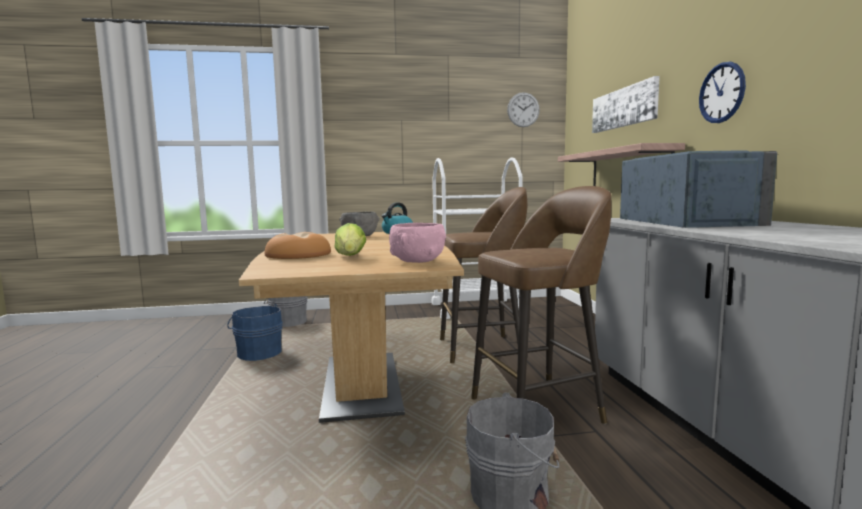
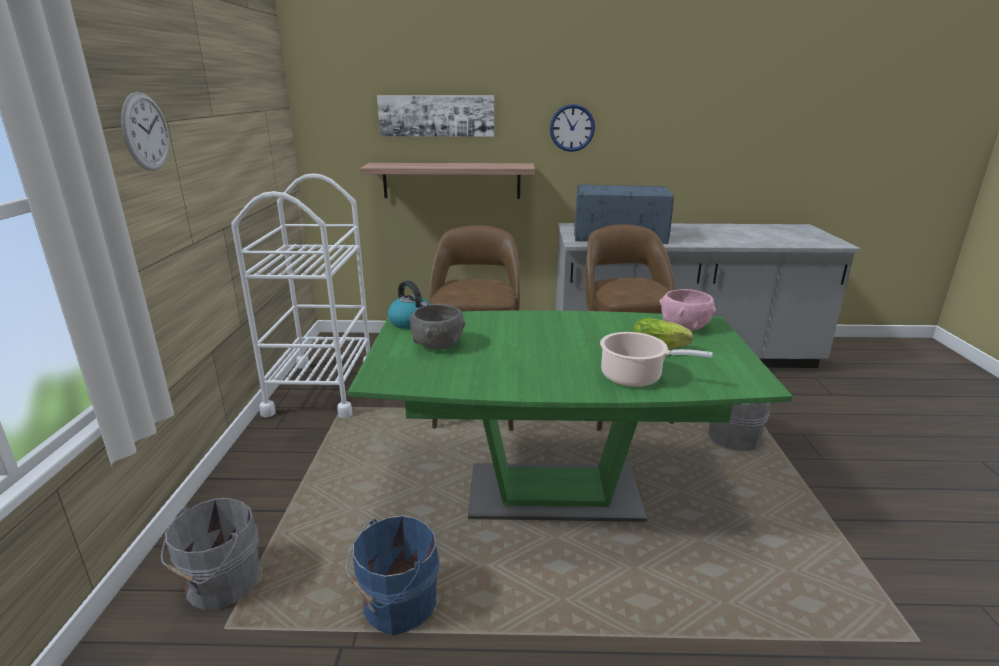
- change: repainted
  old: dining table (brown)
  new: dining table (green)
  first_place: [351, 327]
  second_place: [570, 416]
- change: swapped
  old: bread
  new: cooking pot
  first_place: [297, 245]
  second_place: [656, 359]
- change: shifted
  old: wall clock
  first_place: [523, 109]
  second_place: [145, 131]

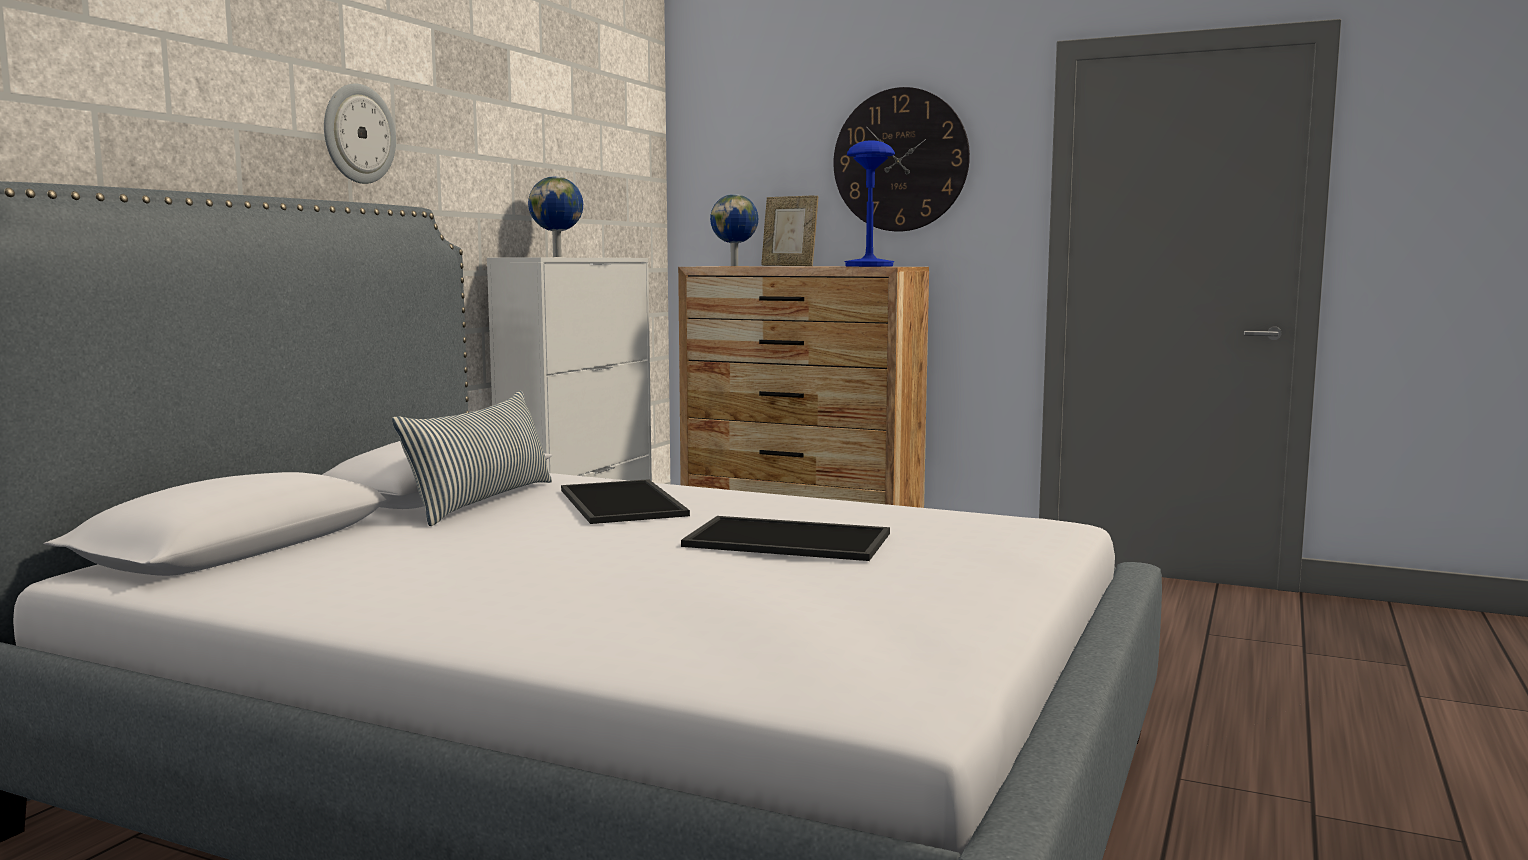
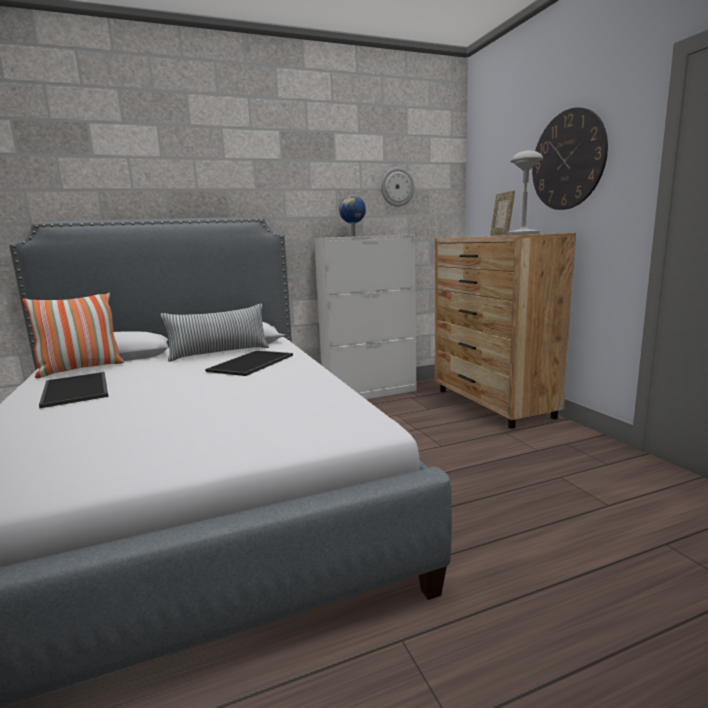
- change: shifted
  old: wall clock
  first_place: [360, 134]
  second_place: [398, 187]
- change: shifted
  old: tray
  first_place: [785, 538]
  second_place: [73, 390]
- change: gone
  old: globe
  first_place: [734, 230]
- change: repainted
  old: table lamp (blue)
  new: table lamp (grey)
  first_place: [870, 203]
  second_place: [525, 192]
- change: new
  new: pillow
  second_place: [73, 335]

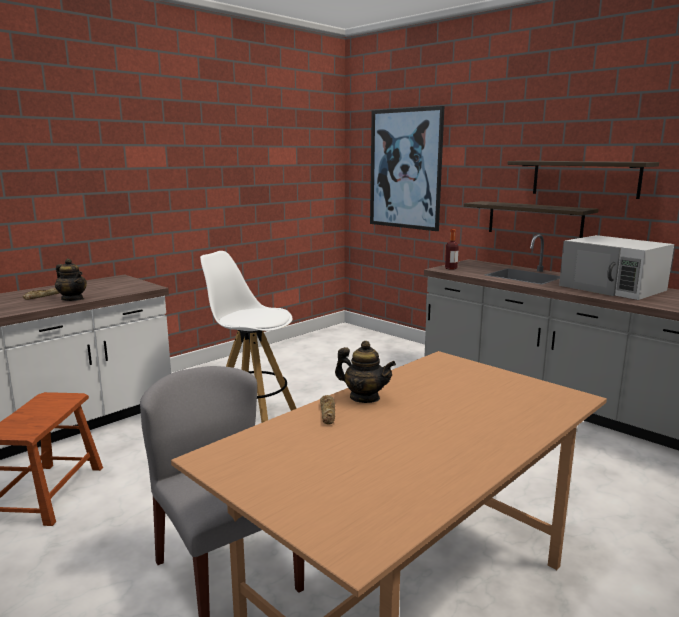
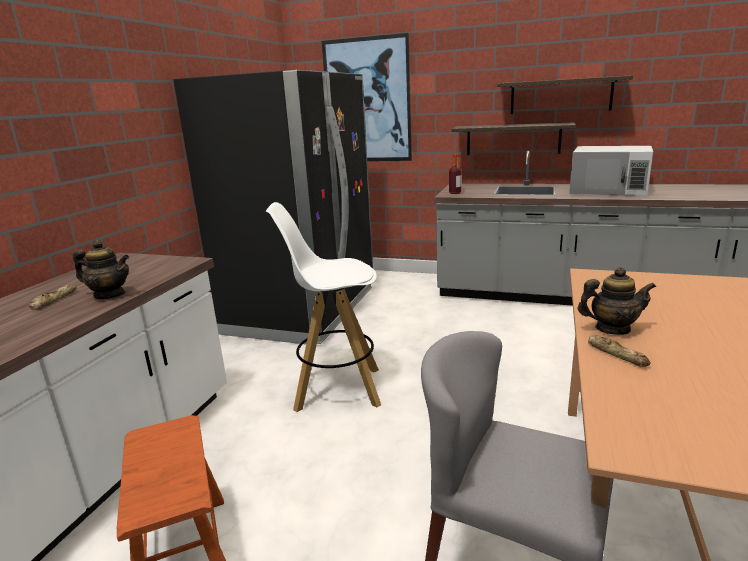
- change: new
  new: fridge (black)
  second_place: [273, 207]

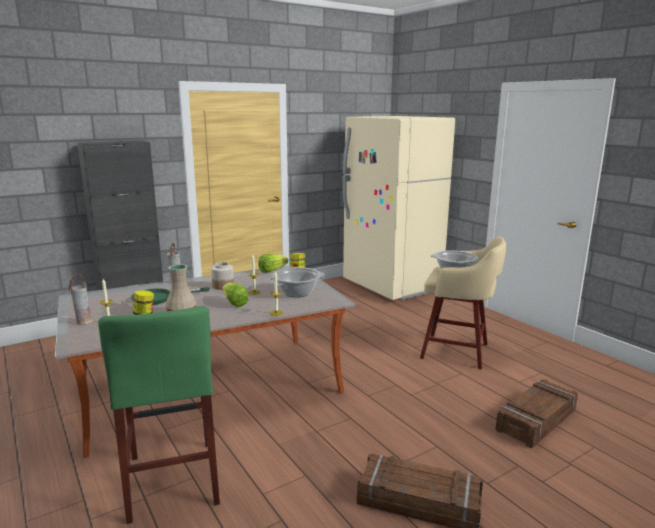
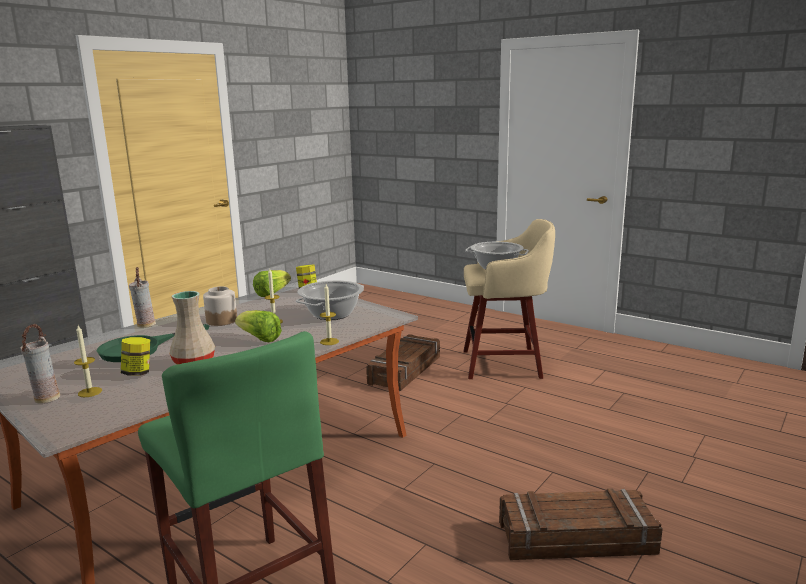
- change: gone
  old: fridge (beige)
  first_place: [399, 208]
- change: shifted
  old: crate
  first_place: [536, 413]
  second_place: [403, 362]

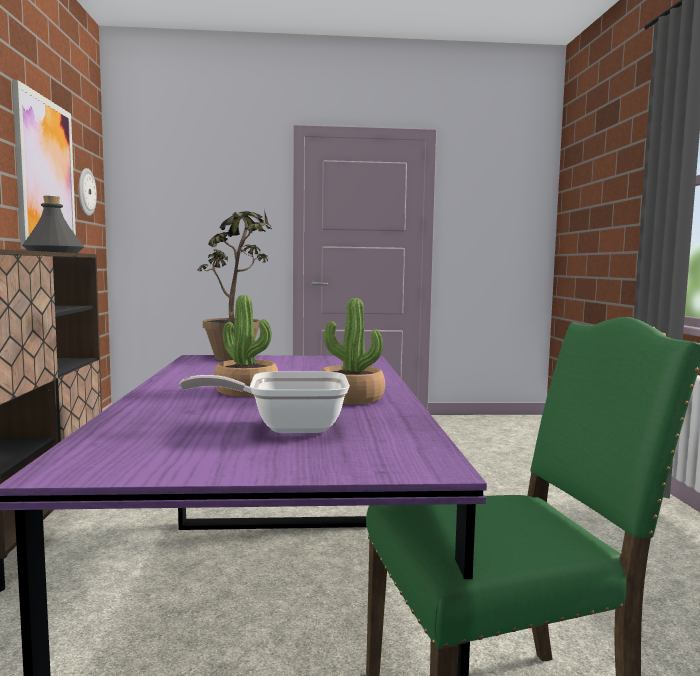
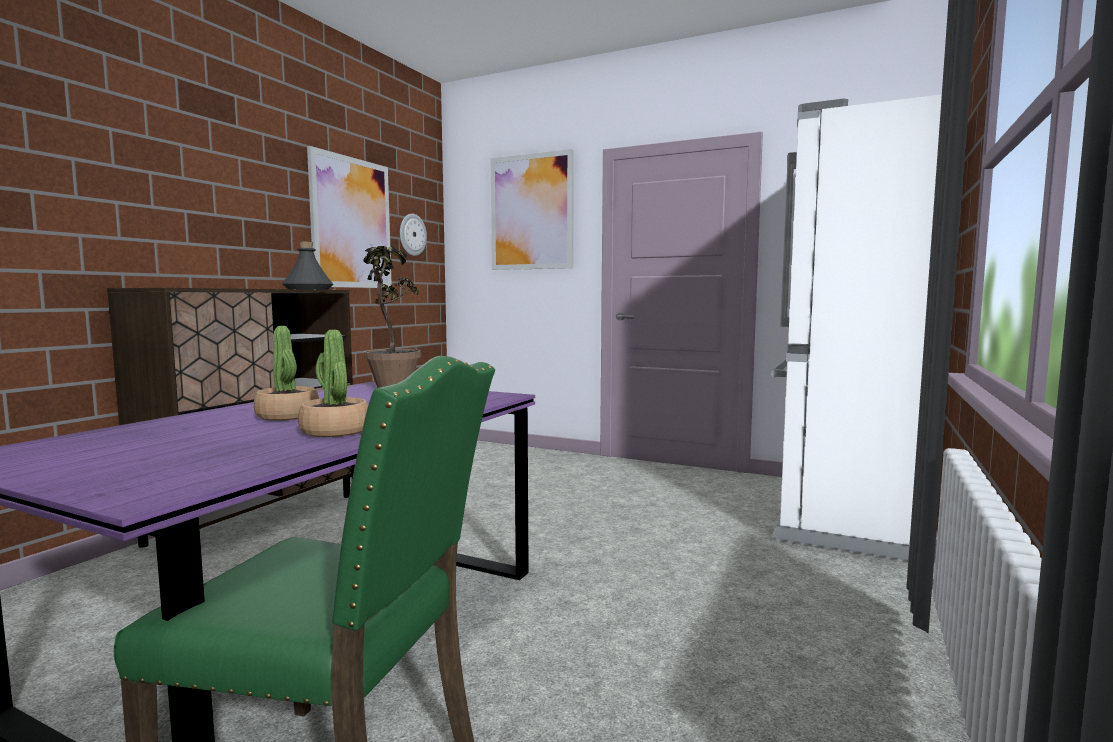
- change: gone
  old: frying pan
  first_place: [264, 402]
- change: new
  new: picture
  second_place: [532, 209]
- change: new
  new: fridge (white)
  second_place: [856, 327]

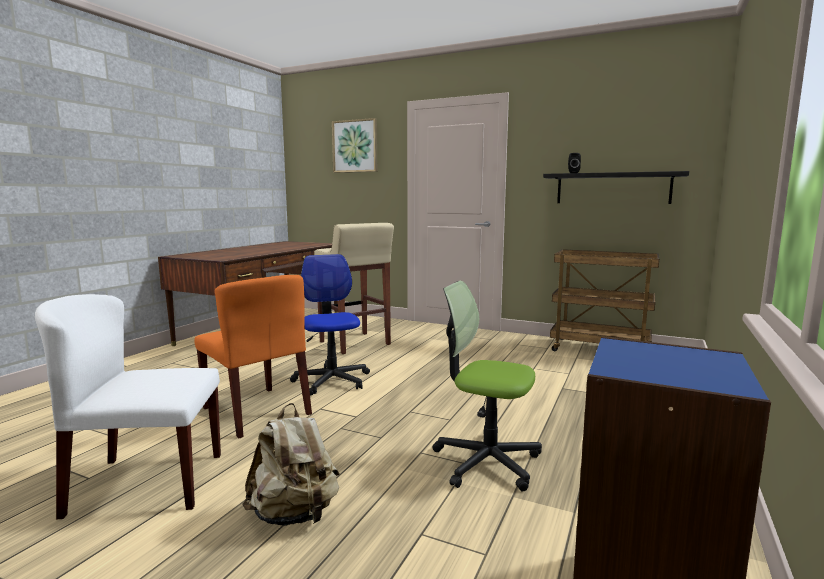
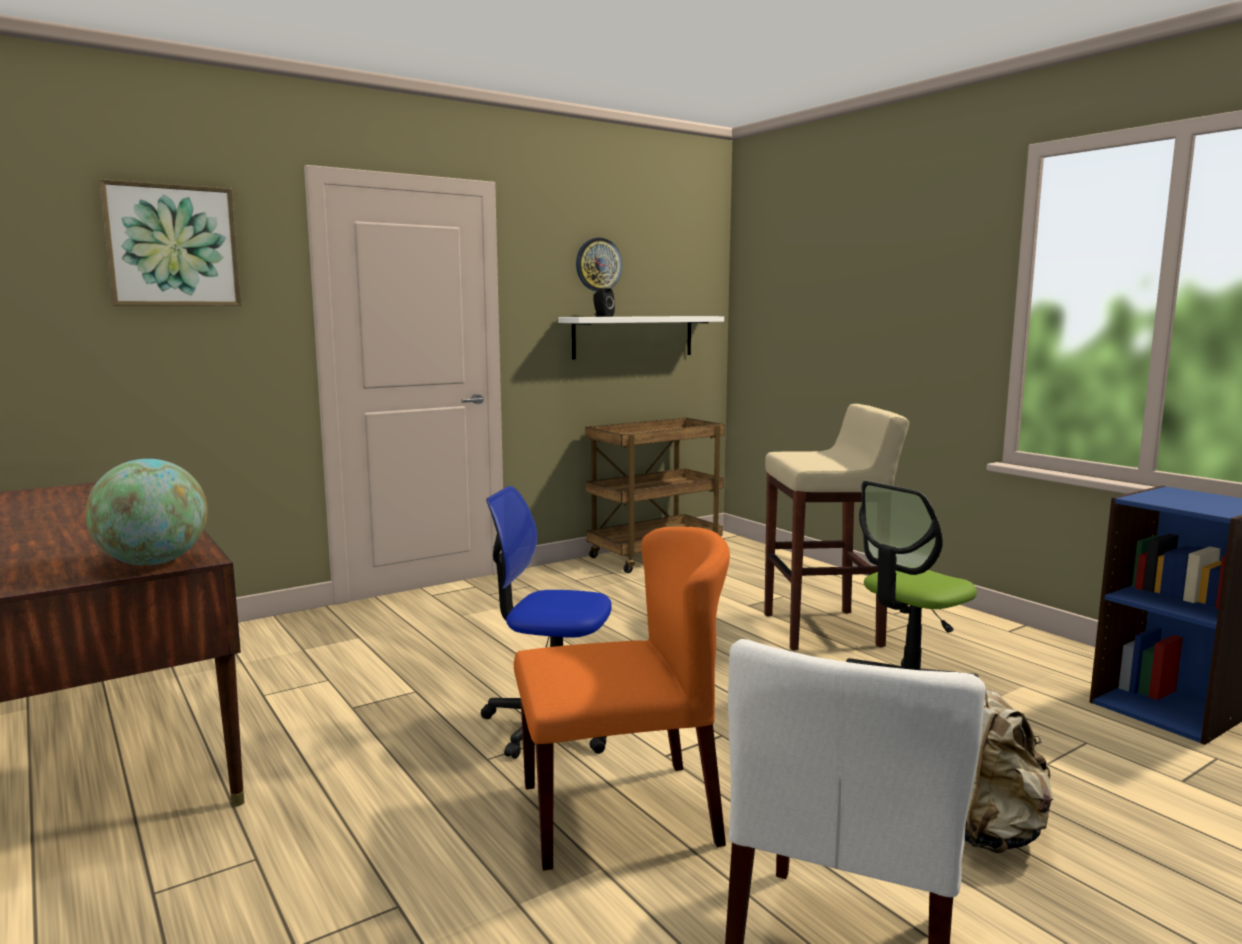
- change: shifted
  old: stool (beige)
  first_place: [354, 288]
  second_place: [836, 527]
- change: repainted
  old: shelf (black)
  new: shelf (white)
  first_place: [616, 187]
  second_place: [641, 338]
- change: new
  new: globe
  second_place: [146, 512]
- change: new
  new: wall clock
  second_place: [599, 264]

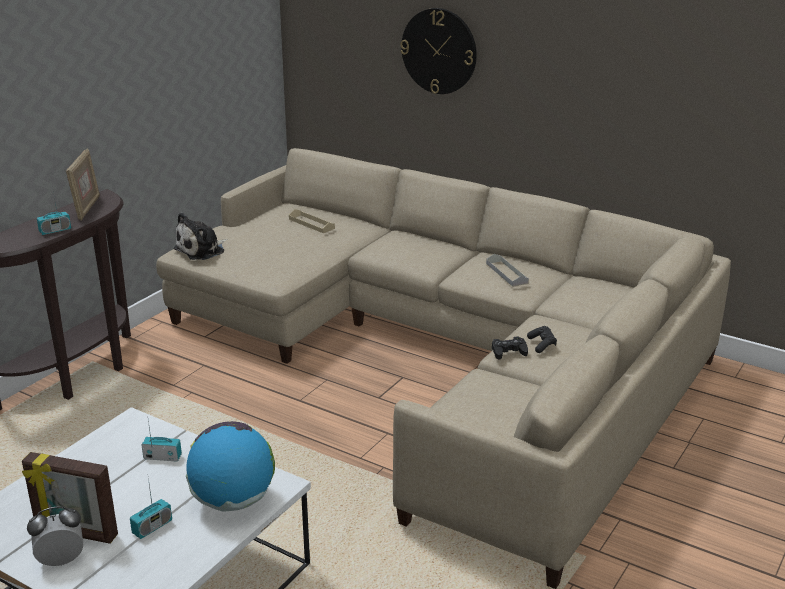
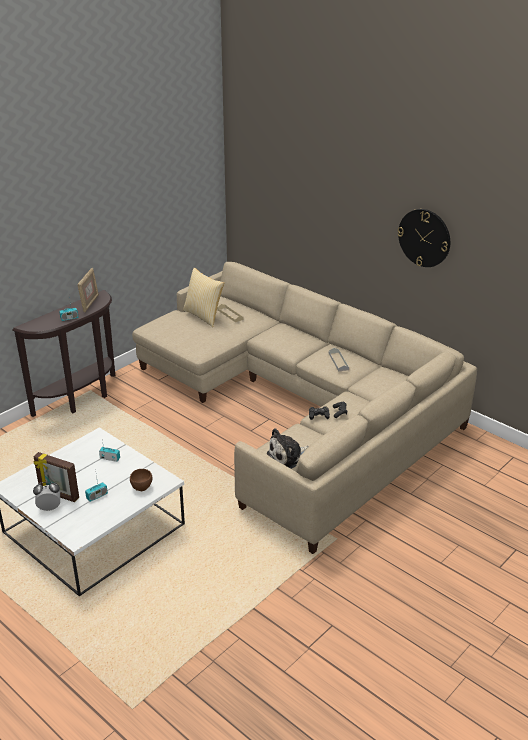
- change: shifted
  old: plush toy
  first_place: [200, 236]
  second_place: [288, 448]
- change: swapped
  old: globe
  new: bowl (brown)
  first_place: [230, 466]
  second_place: [141, 480]
- change: shifted
  old: wall clock
  first_place: [438, 51]
  second_place: [424, 238]
- change: new
  new: pillow
  second_place: [203, 297]

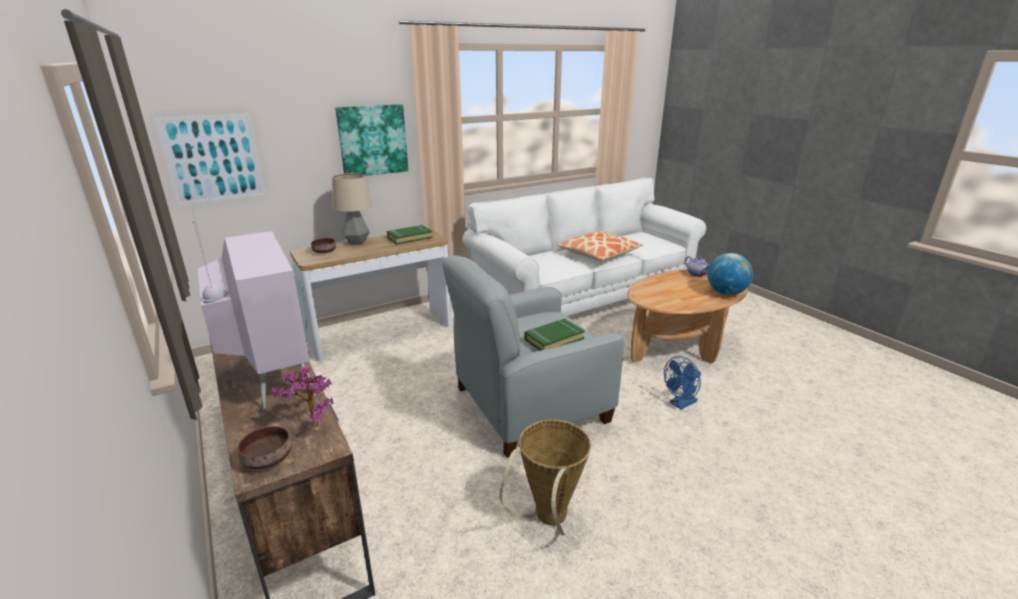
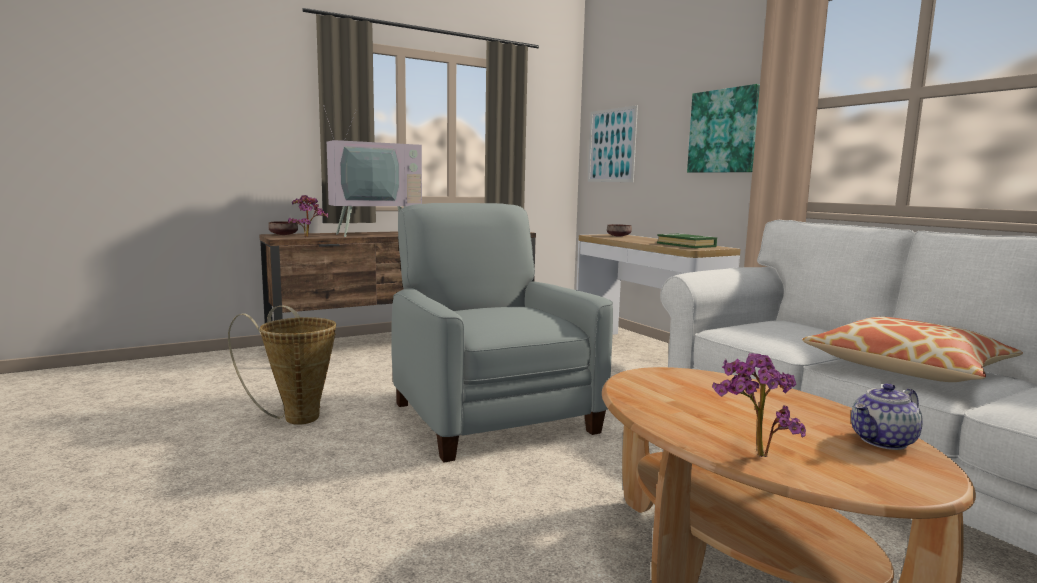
- change: gone
  old: table lamp
  first_place: [352, 209]
- change: gone
  old: book (green)
  first_place: [554, 335]
- change: gone
  old: fan (blue)
  first_place: [682, 383]
- change: swapped
  old: globe
  new: potted plant
  first_place: [730, 274]
  second_place: [759, 405]

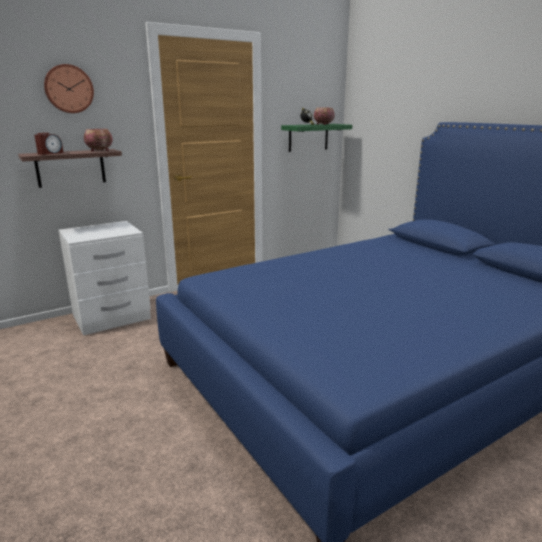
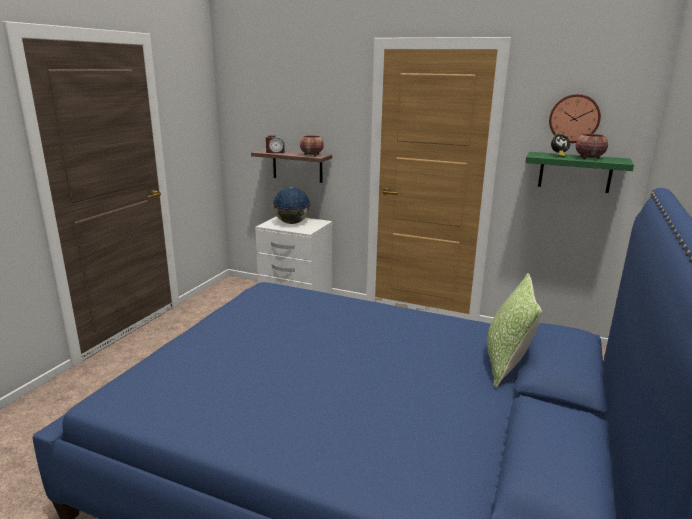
- change: shifted
  old: wall clock
  first_place: [69, 88]
  second_place: [575, 118]
- change: new
  new: globe
  second_place: [292, 205]
- change: new
  new: pillow
  second_place: [514, 330]

